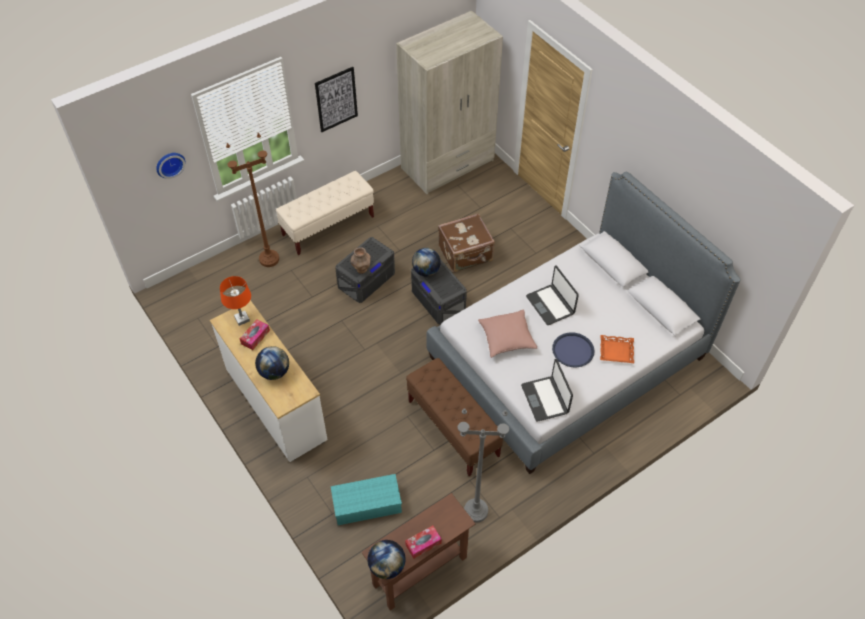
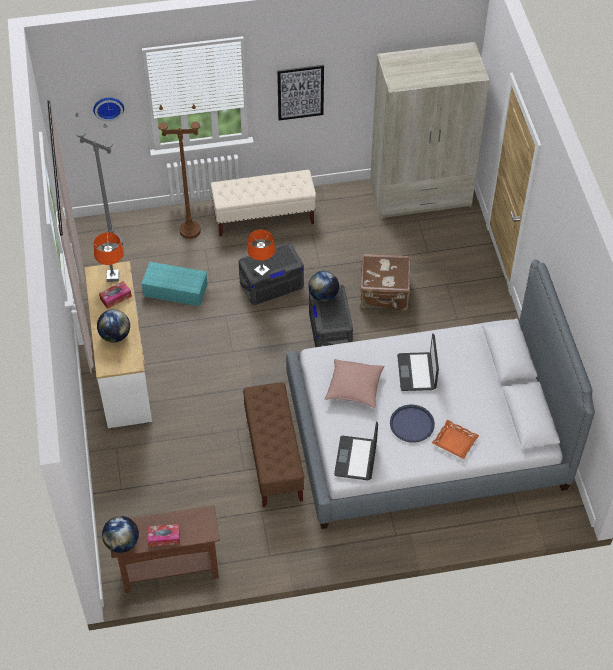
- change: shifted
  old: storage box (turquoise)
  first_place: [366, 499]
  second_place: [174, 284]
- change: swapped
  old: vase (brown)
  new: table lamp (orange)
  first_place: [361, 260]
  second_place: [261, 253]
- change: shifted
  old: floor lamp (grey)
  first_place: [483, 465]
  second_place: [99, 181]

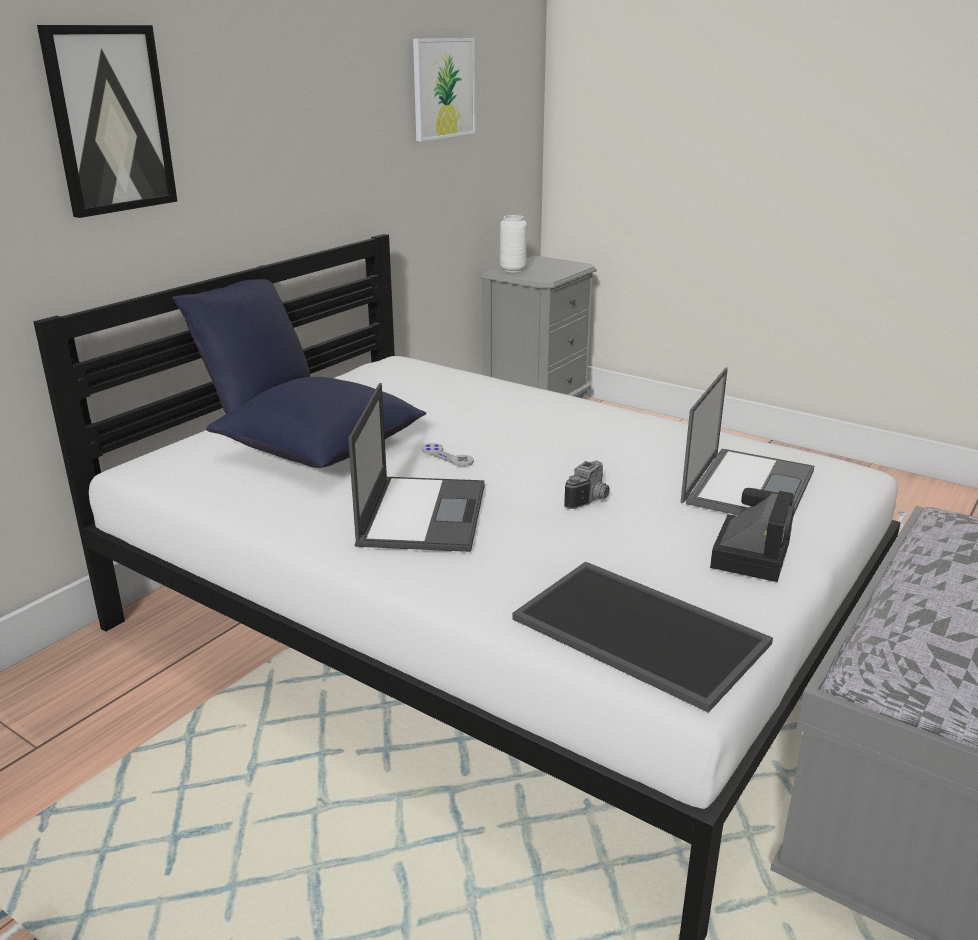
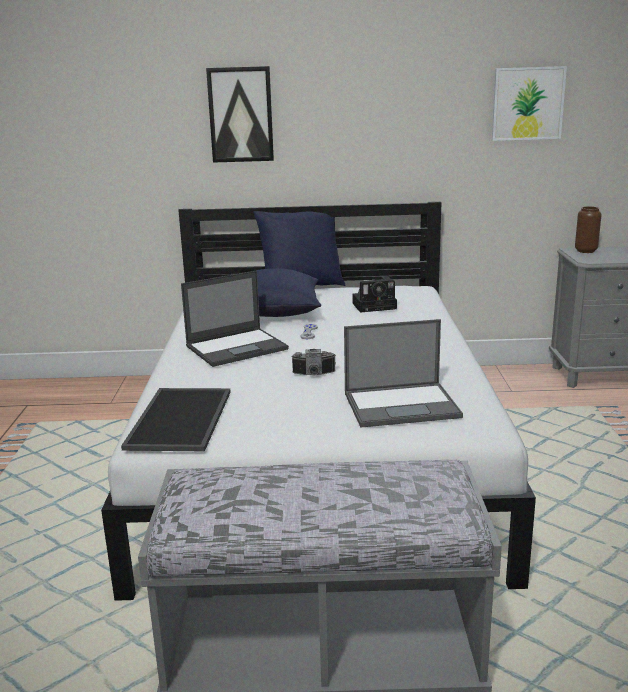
- change: repainted
  old: vase (white)
  new: vase (brown)
  first_place: [513, 244]
  second_place: [588, 229]
- change: shifted
  old: photo camera
  first_place: [752, 535]
  second_place: [374, 294]

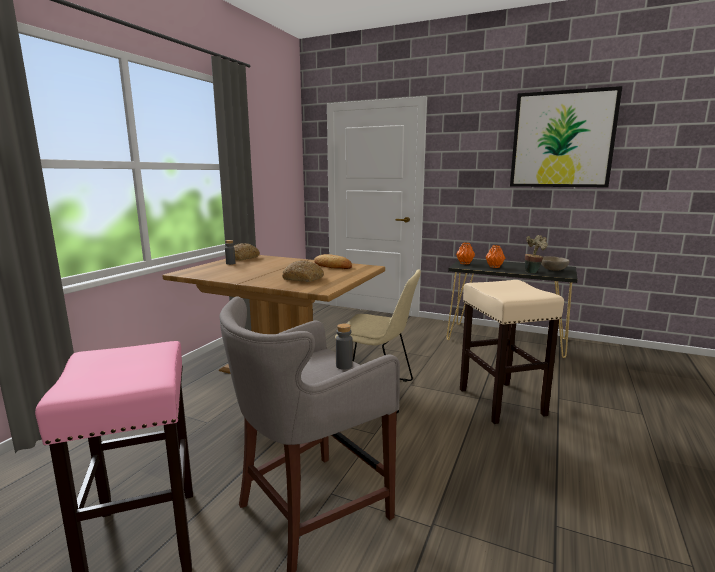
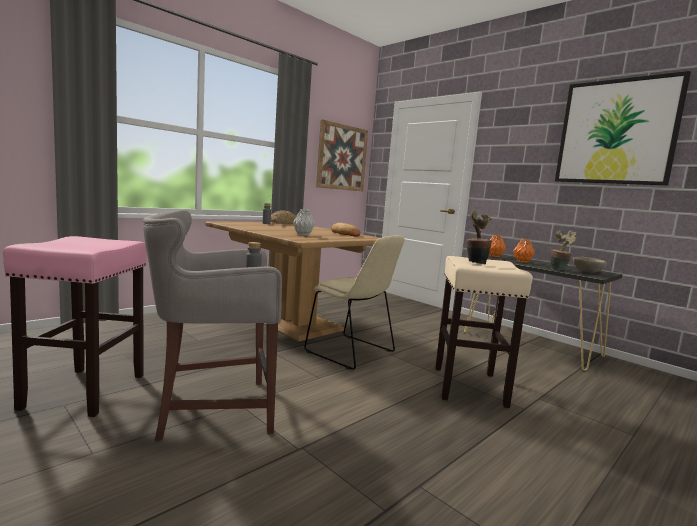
- change: swapped
  old: bread
  new: vase (grey)
  first_place: [303, 271]
  second_place: [304, 222]
- change: new
  new: picture
  second_place: [342, 155]
- change: new
  new: potted plant
  second_place: [479, 237]

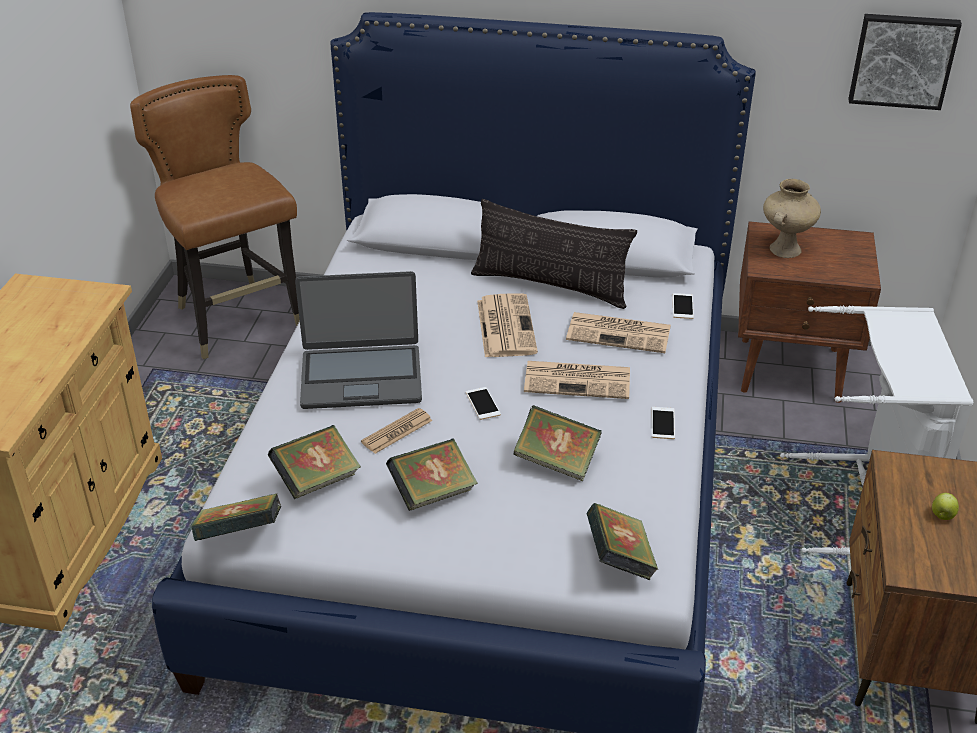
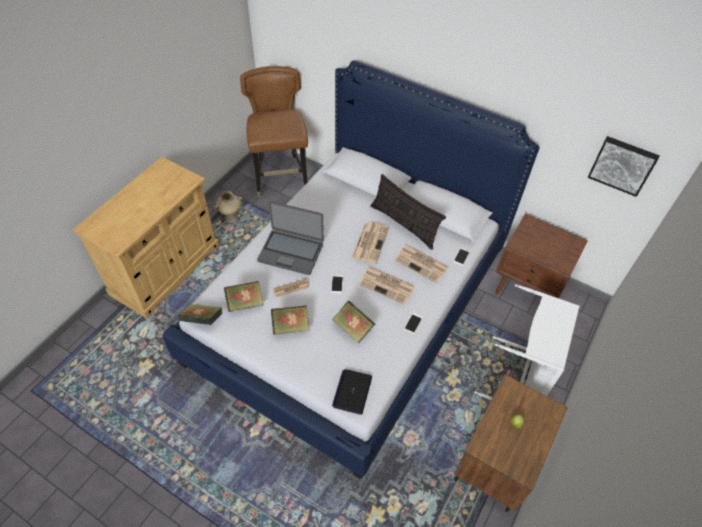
- change: swapped
  old: book
  new: laptop
  first_place: [622, 541]
  second_place: [352, 392]
- change: shifted
  old: vase (beige)
  first_place: [792, 218]
  second_place: [228, 207]

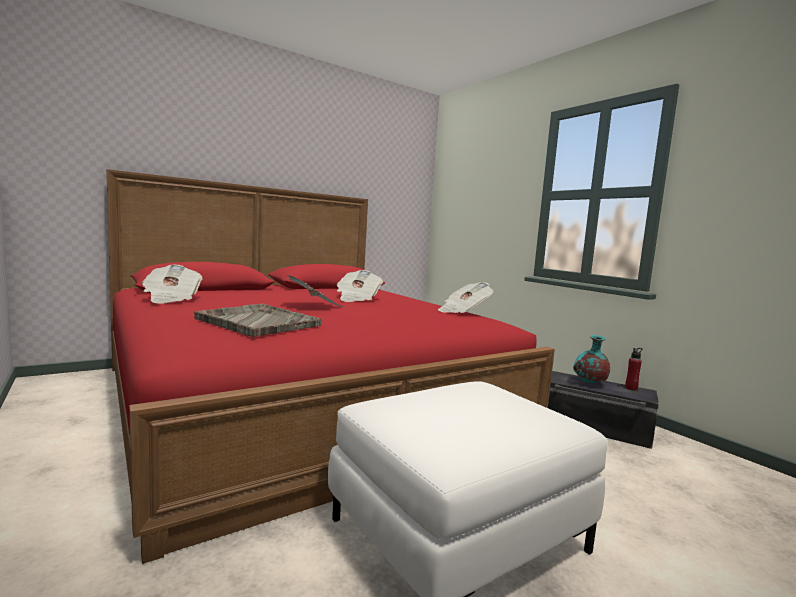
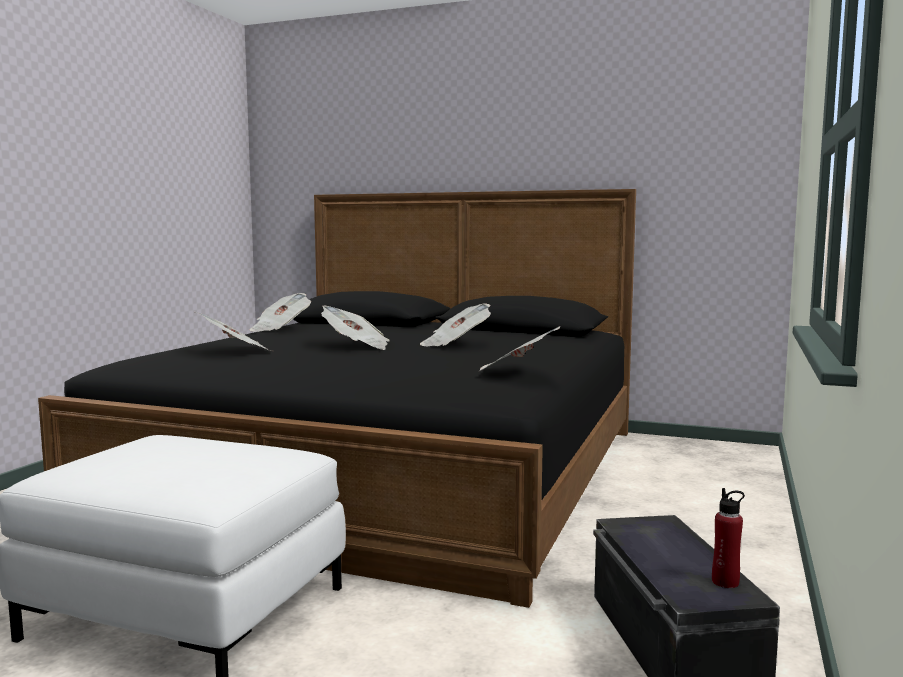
- change: repainted
  old: bed (red)
  new: bed (black)
  first_place: [330, 366]
  second_place: [337, 398]
- change: swapped
  old: tray (grey)
  new: newspaper
  first_place: [257, 320]
  second_place: [234, 331]
- change: gone
  old: vase (turquoise)
  first_place: [591, 359]

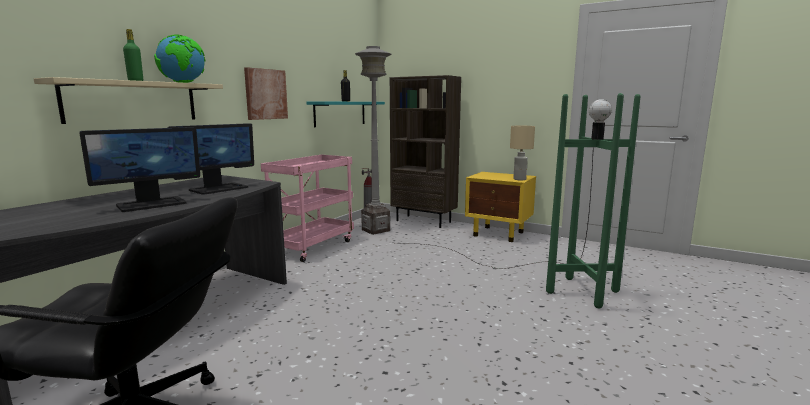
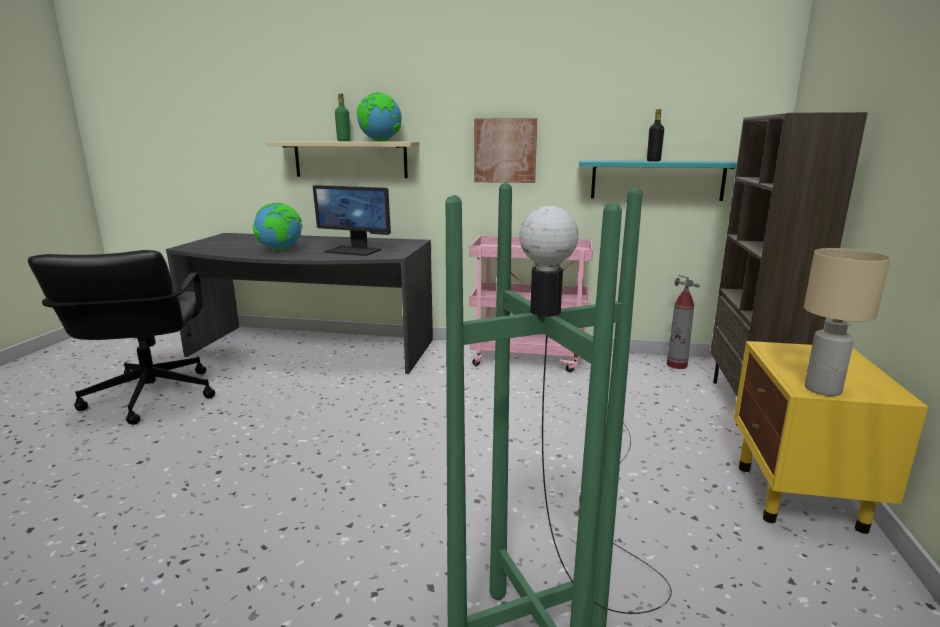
- change: swapped
  old: monitor
  new: globe
  first_place: [139, 169]
  second_place: [278, 227]
- change: gone
  old: floor lamp (grey)
  first_place: [373, 140]

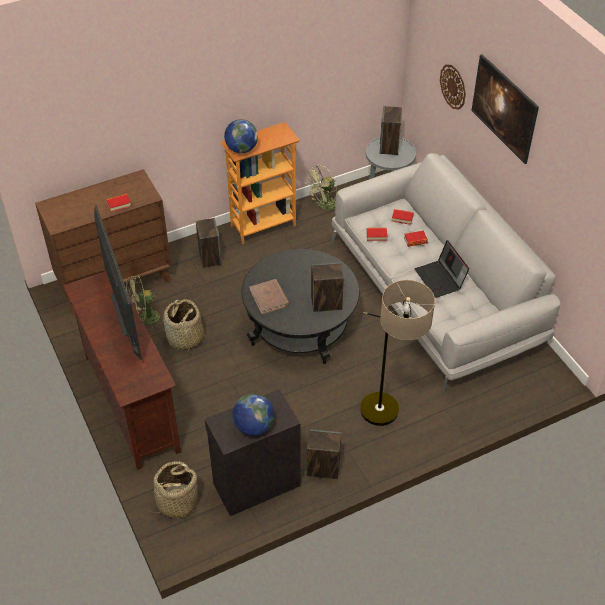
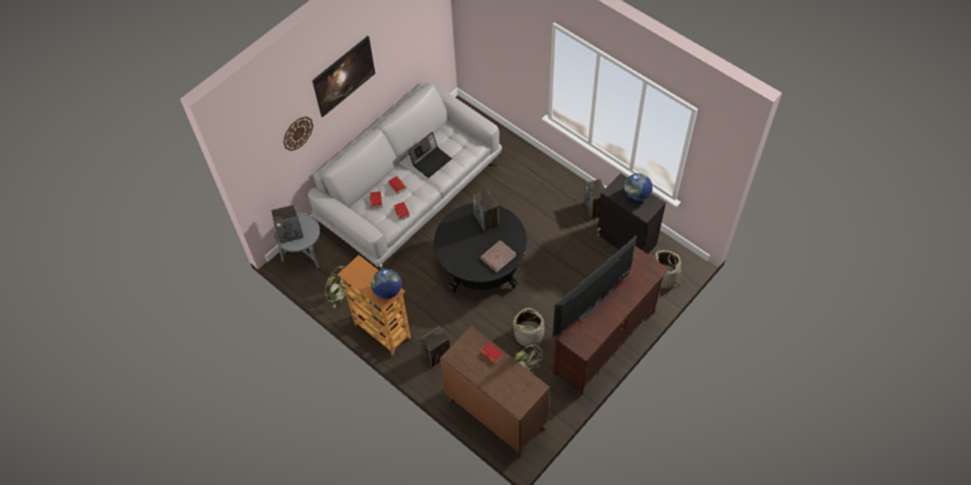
- change: gone
  old: floor lamp
  first_place: [397, 353]

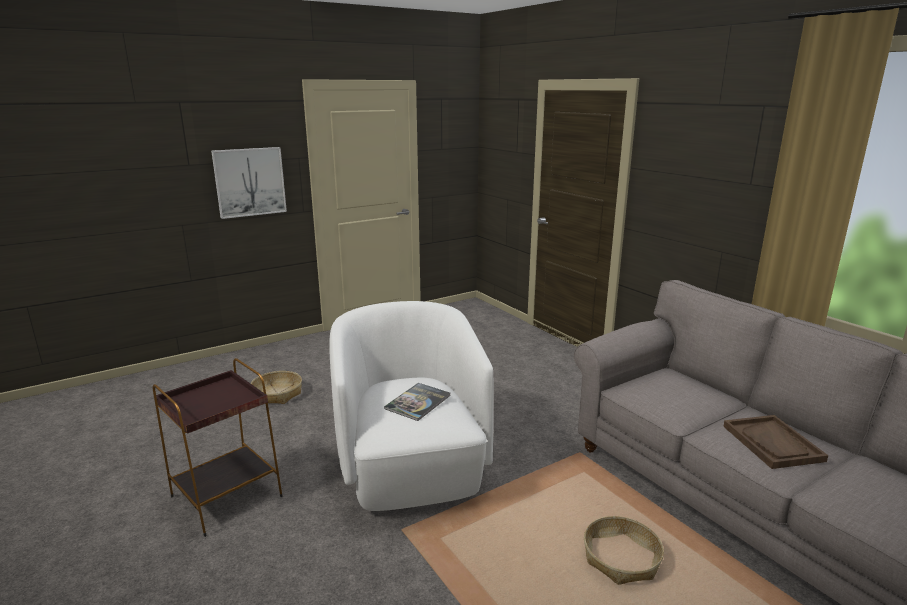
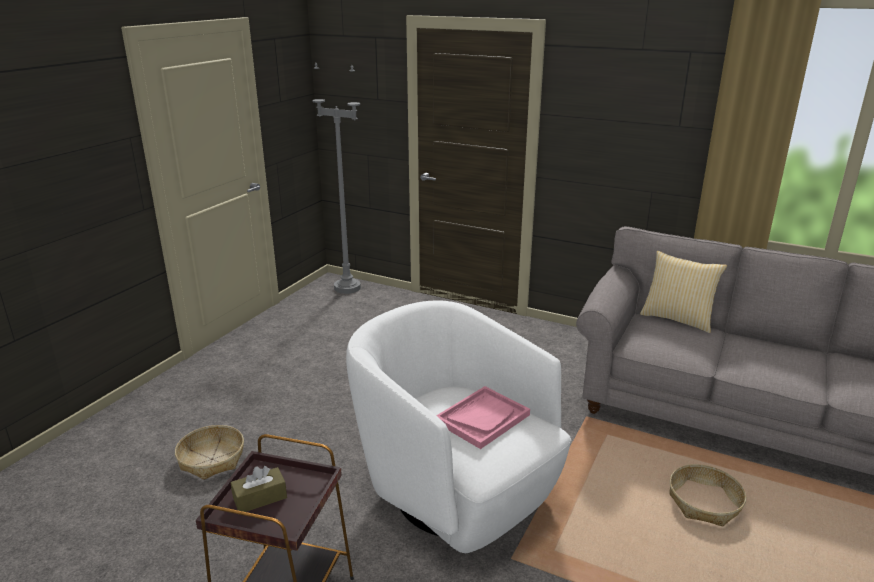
- change: gone
  old: picture
  first_place: [249, 183]
- change: swapped
  old: book
  new: tray (pink)
  first_place: [417, 402]
  second_place: [483, 417]
- change: gone
  old: tray (brown)
  first_place: [775, 442]
- change: new
  new: tissue box (brown)
  second_place: [259, 489]
- change: new
  new: floor lamp (grey)
  second_place: [336, 178]
- change: new
  new: pillow
  second_place: [683, 292]

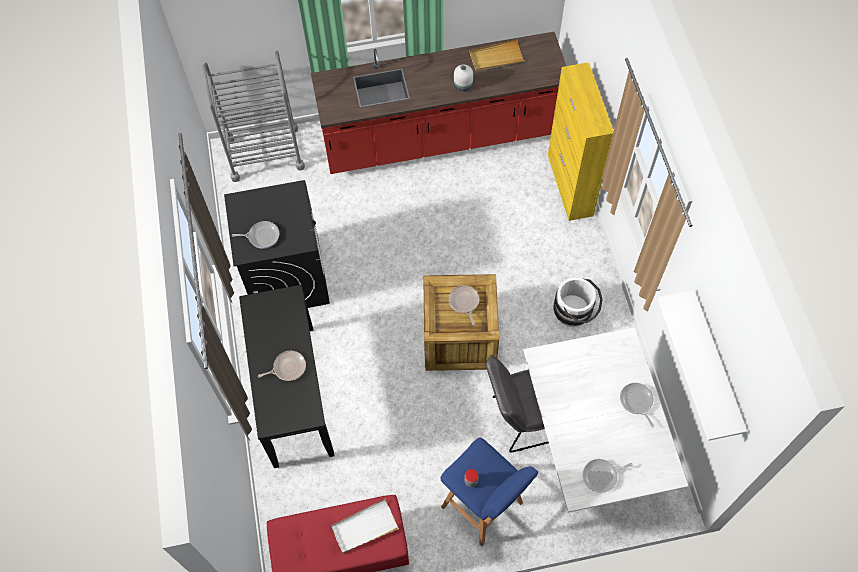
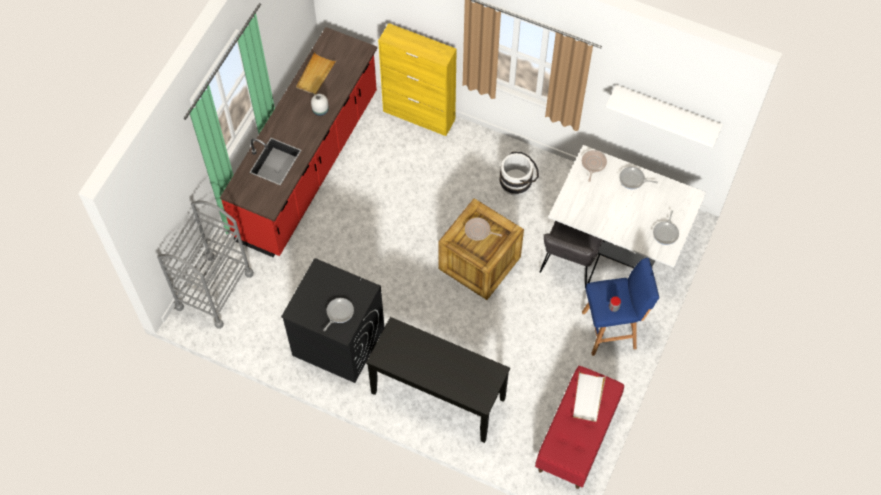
- change: shifted
  old: frying pan
  first_place: [282, 366]
  second_place: [594, 166]

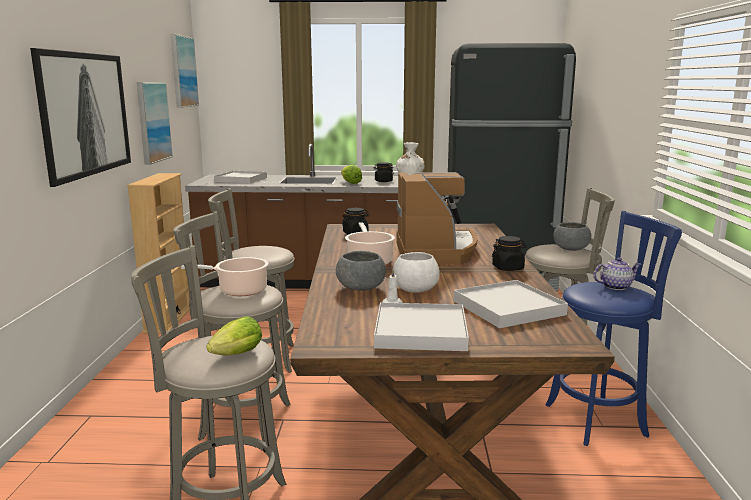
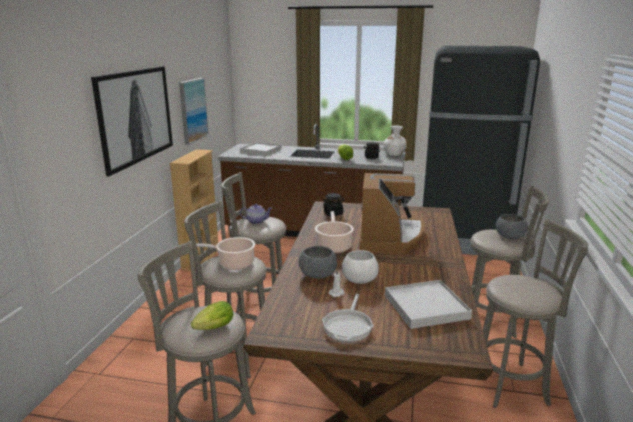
- change: gone
  old: picture
  first_place: [185, 71]
- change: swapped
  old: tray (white)
  new: frying pan
  first_place: [421, 326]
  second_place: [348, 318]
- change: gone
  old: jar (black)
  first_place: [509, 253]
- change: repainted
  old: stool (blue)
  new: stool (grey)
  first_place: [613, 328]
  second_place: [535, 313]
- change: shifted
  old: teapot
  first_place: [617, 273]
  second_place: [256, 214]

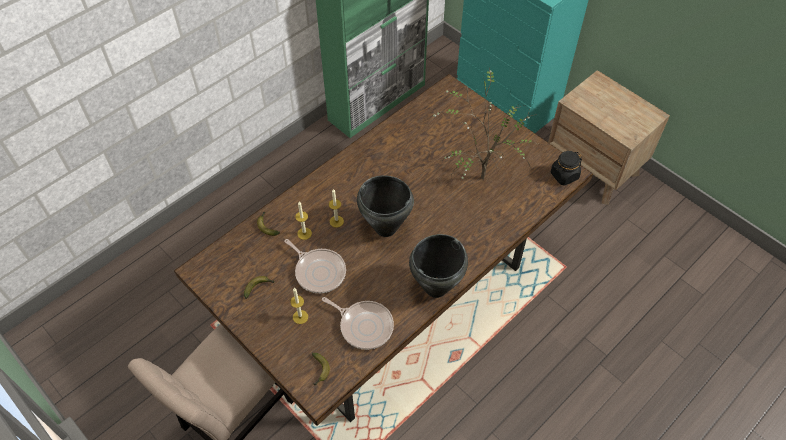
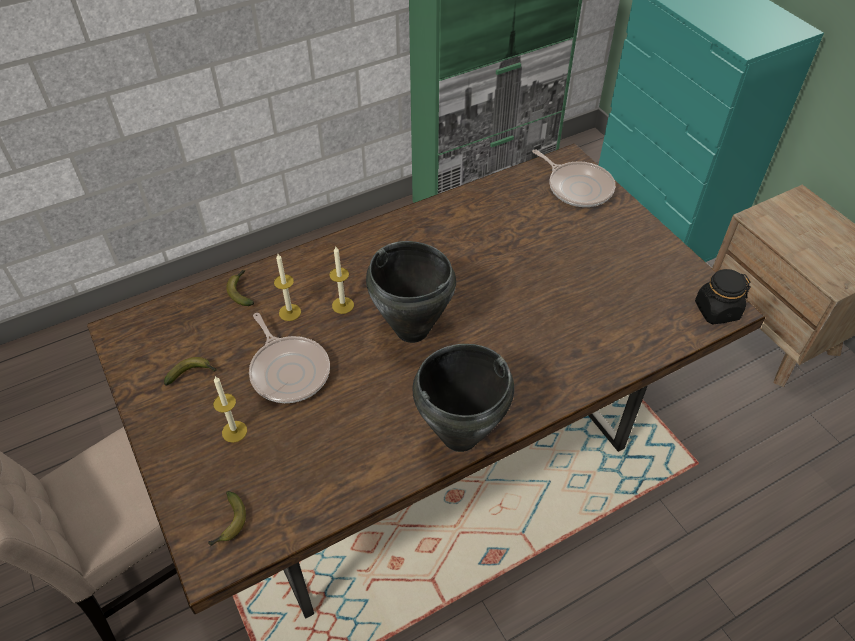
- change: shifted
  old: frying pan
  first_place: [358, 323]
  second_place: [573, 178]
- change: gone
  old: potted plant
  first_place: [489, 123]

